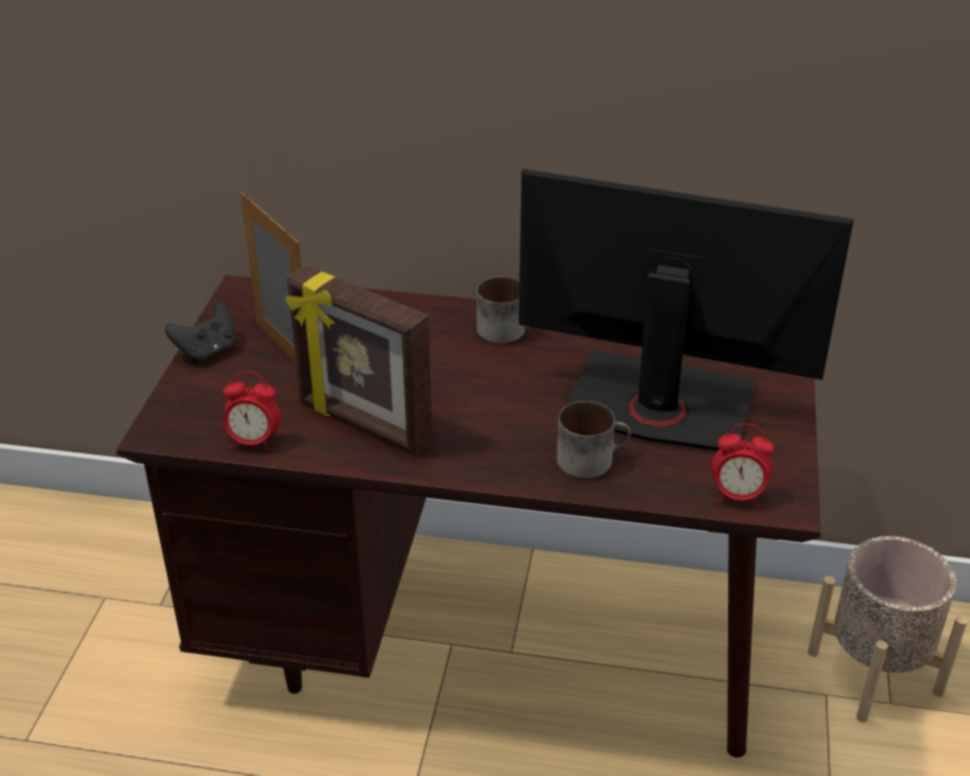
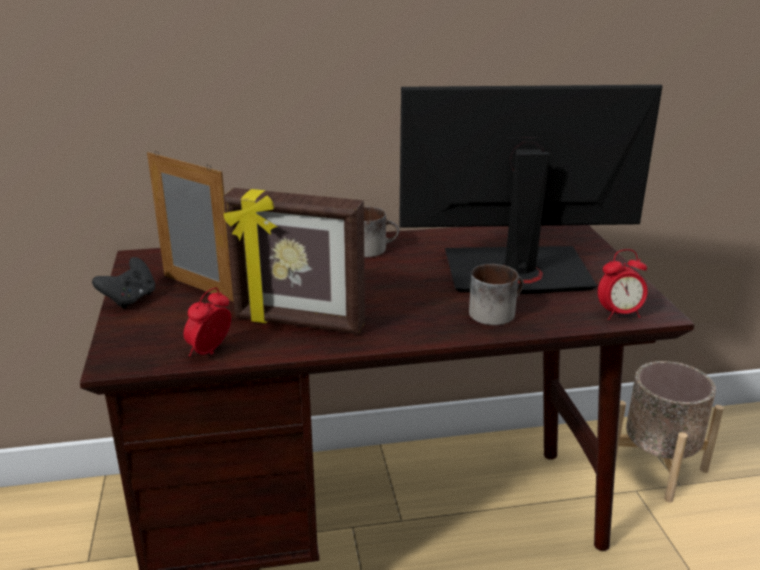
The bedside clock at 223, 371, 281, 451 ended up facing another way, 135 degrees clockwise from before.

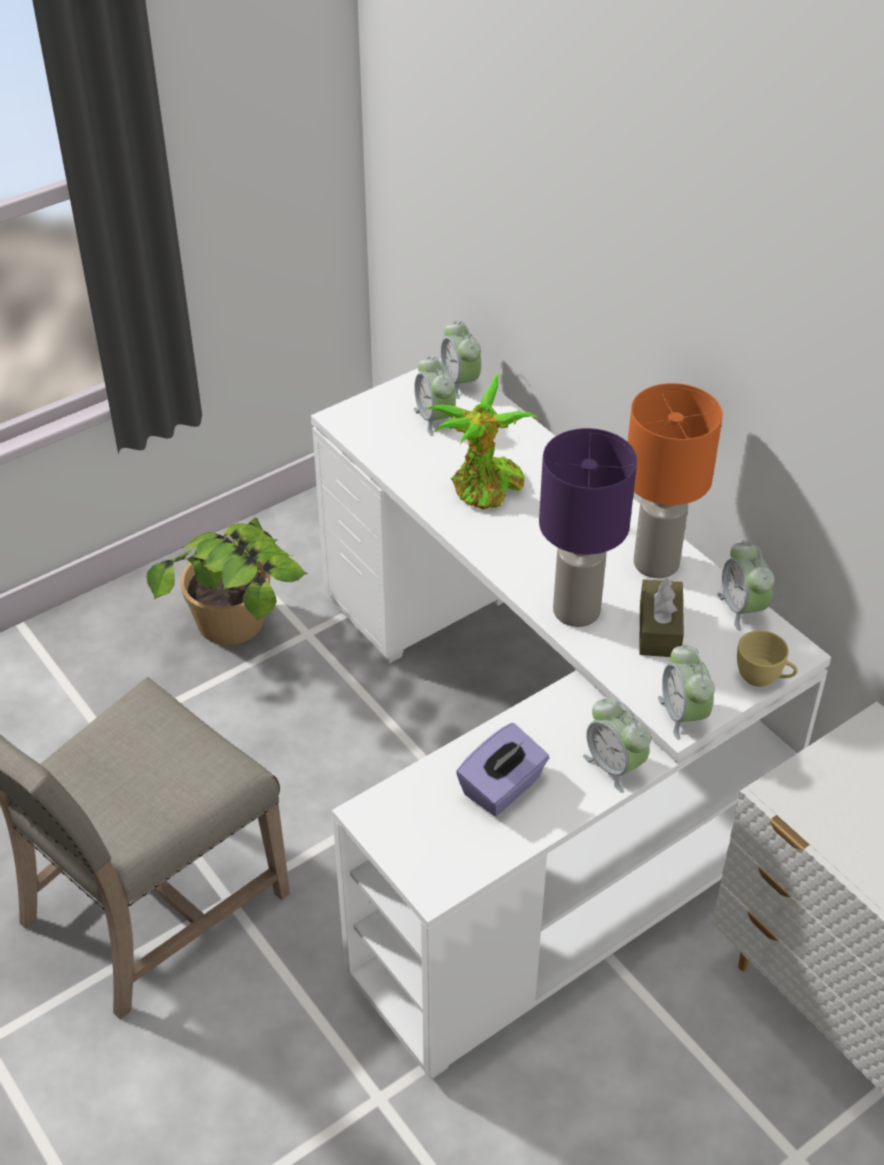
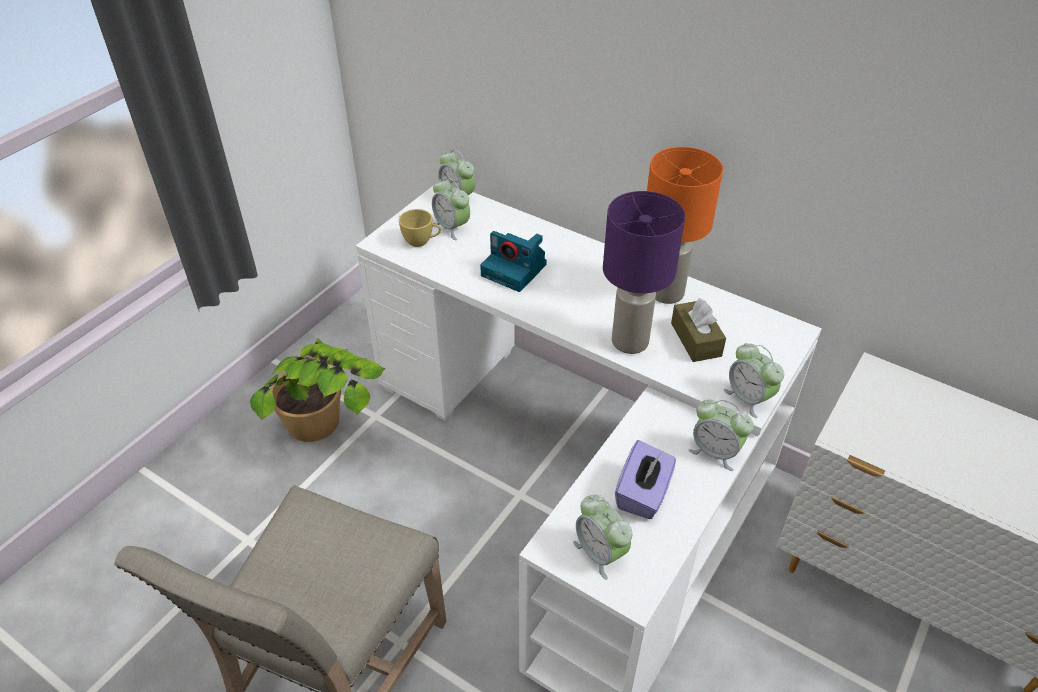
Where the potted plant stood at 426, 372, 537, 510, the photo camera came to stand at 480, 231, 547, 292.
The bedside clock ended up elsewhere, having gone from 717, 540, 774, 631 to 573, 495, 632, 580.
The yellowish cup ended up elsewhere, having gone from 737, 630, 798, 687 to 399, 209, 441, 247.

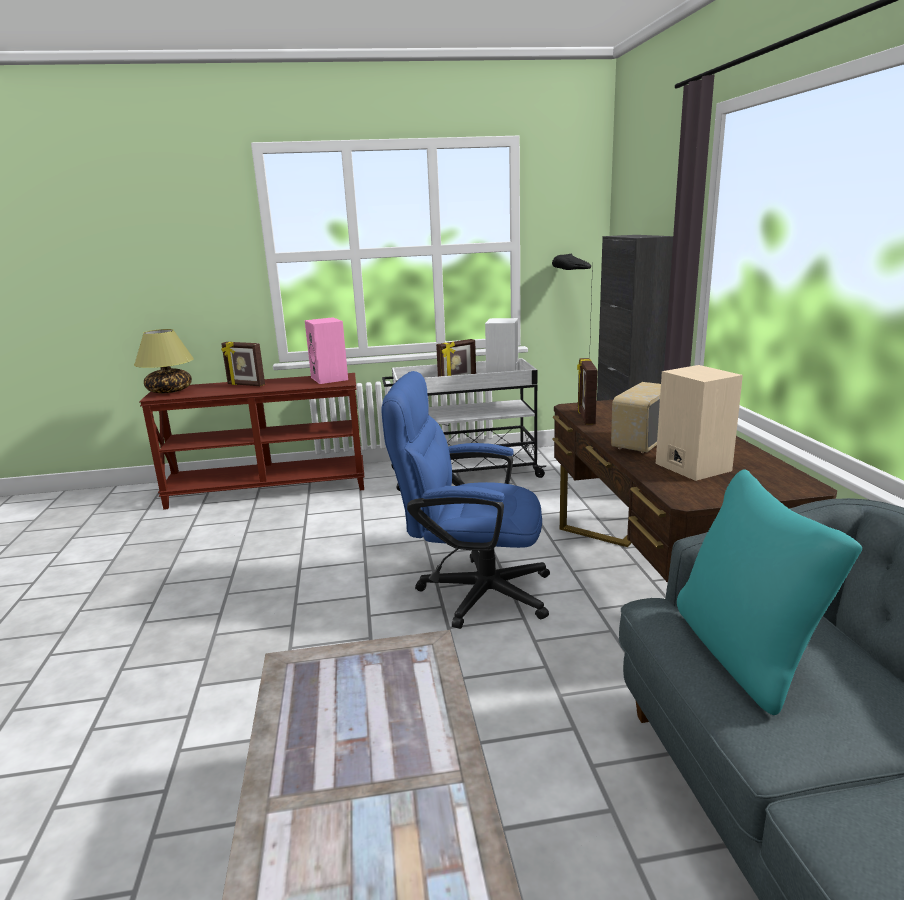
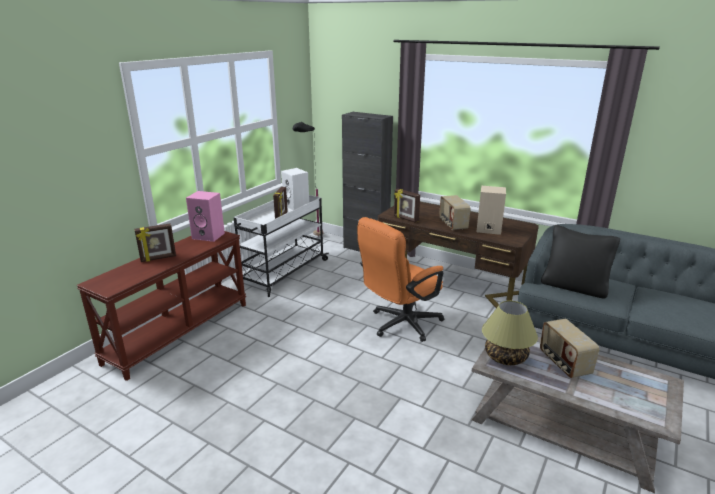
The tabletop lamp ended up elsewhere, having gone from 134, 329, 194, 393 to 482, 301, 538, 365.
What was the blue-coloured desk chair at 381, 371, 550, 629 turned into the orangey desk chair at 357, 217, 444, 342.
What was the blue-green pillow at 677, 469, 862, 715 turned into the black pillow at 541, 225, 620, 298.
The second view gained the radio receiver at 540, 319, 600, 378.

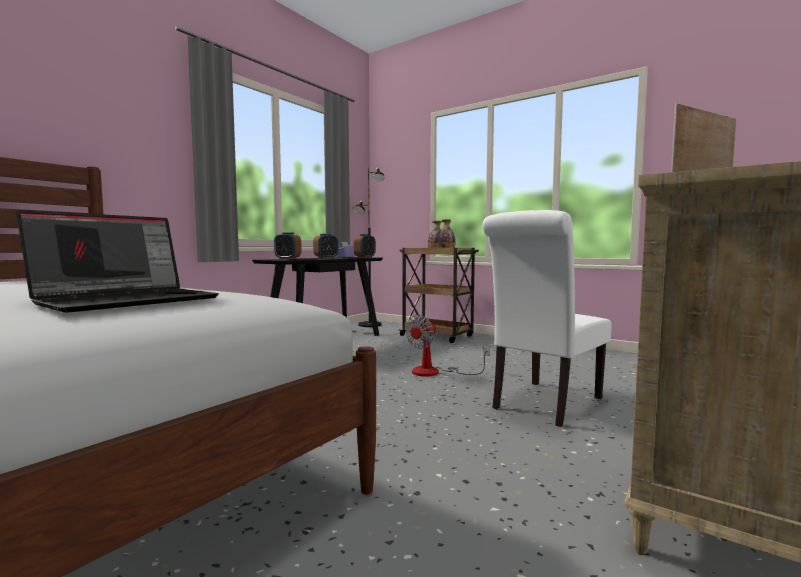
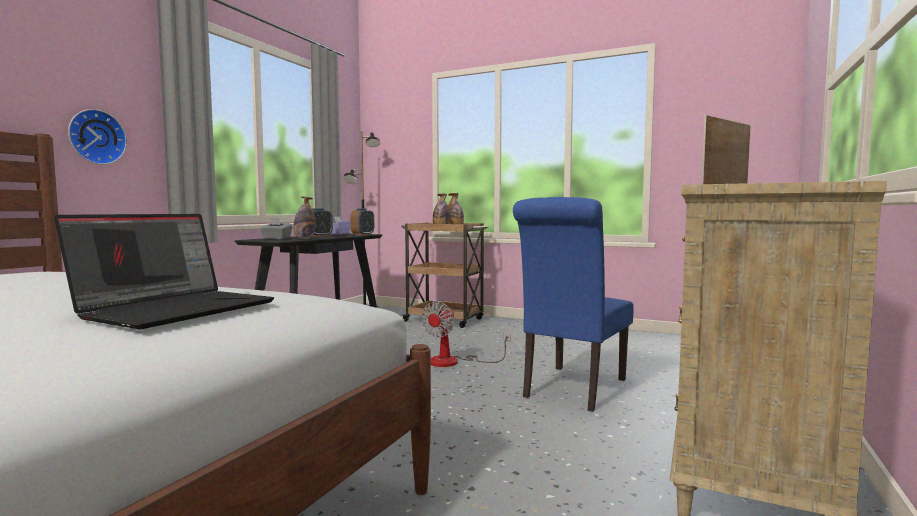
Where the bedside clock stood at 274, 232, 302, 259, the gray box of tissues came to stand at 260, 218, 292, 239.
What was the white-coloured plain chair at 482, 210, 612, 427 turned into the blue-coloured plain chair at 513, 197, 634, 412.
The second view gained the hanging clock at 68, 109, 127, 165.
The second view gained the beverage bottle at 293, 196, 316, 239.

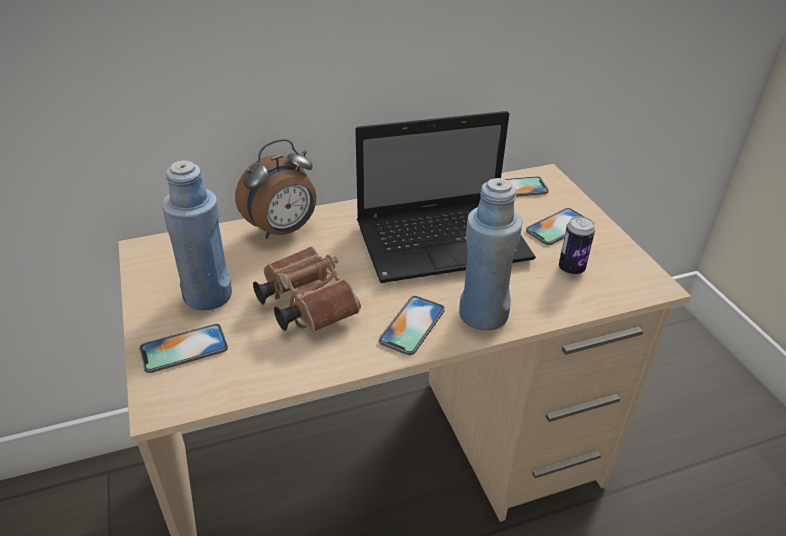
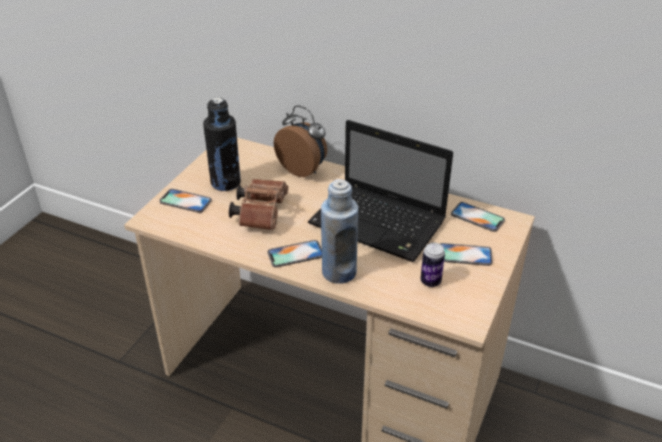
What was the blue-coloured beverage bottle at 162, 160, 232, 310 turned into the black beverage bottle at 203, 97, 241, 191.
The bedside clock at 235, 139, 317, 239 ended up facing another way, 150 degrees counterclockwise from before.

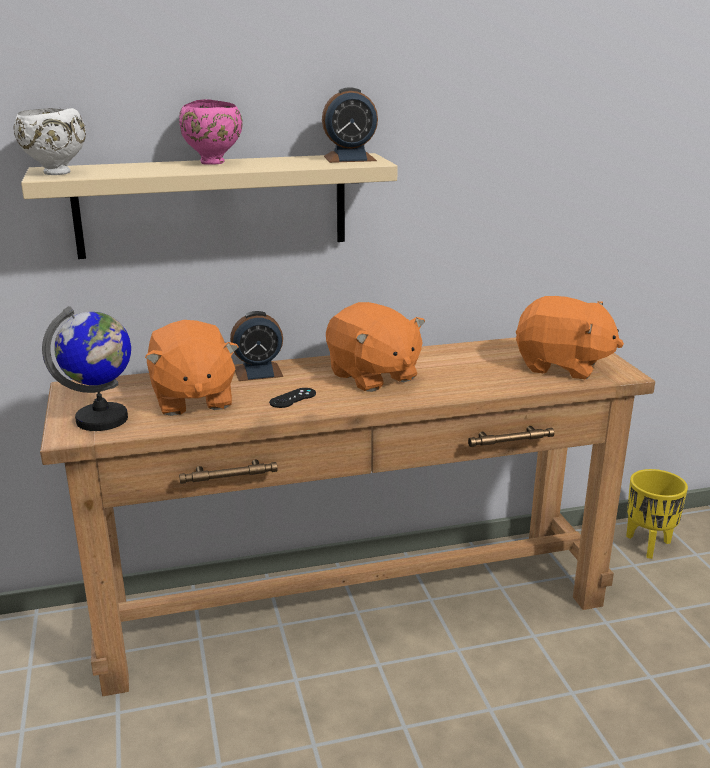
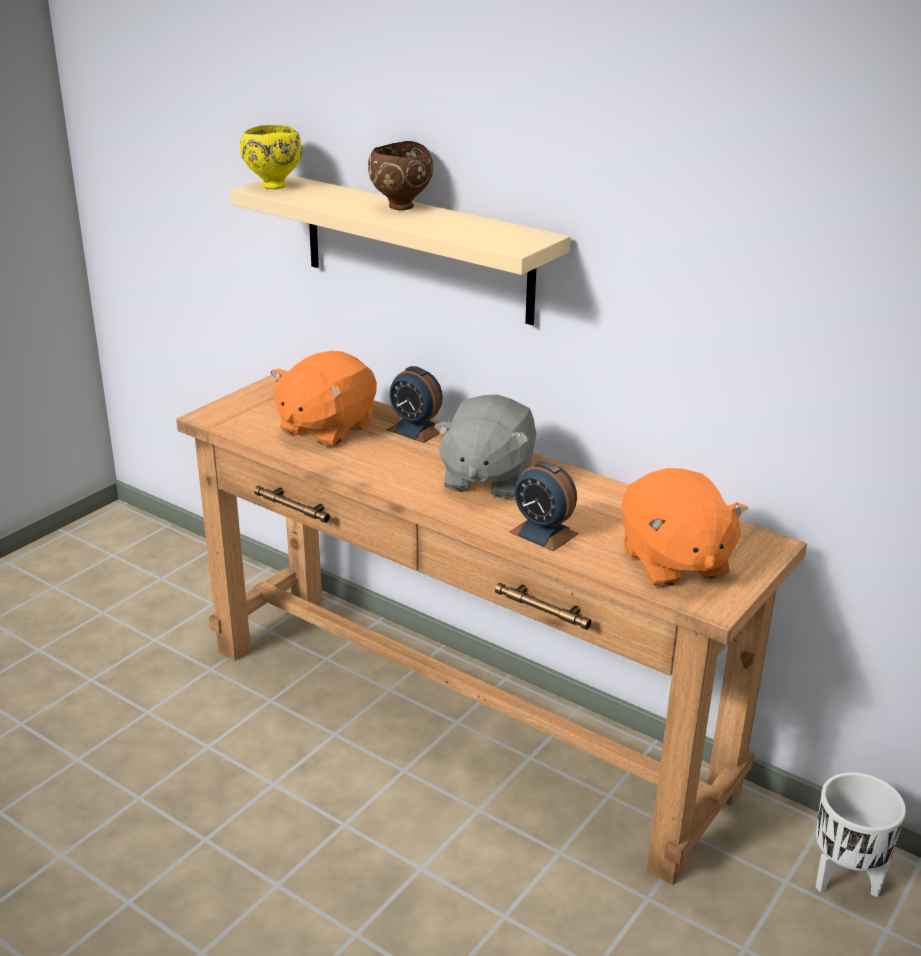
What was the white-coloured bowl at 14, 108, 86, 175 turned into the yellowish bowl at 240, 125, 302, 189.
The second view lost the world globe at 42, 306, 131, 431.
What was the pinkish bowl at 179, 99, 243, 165 turned into the brownish bowl at 368, 141, 433, 210.
The second view lost the black joypad at 269, 388, 316, 408.
The bedside clock ended up elsewhere, having gone from 322, 87, 378, 163 to 509, 461, 579, 551.
What was the orangey plush toy at 326, 302, 425, 392 turned into the gray plush toy at 434, 395, 536, 499.
What was the yellowish plant pot at 626, 469, 688, 559 turned into the white-coloured plant pot at 816, 772, 906, 897.

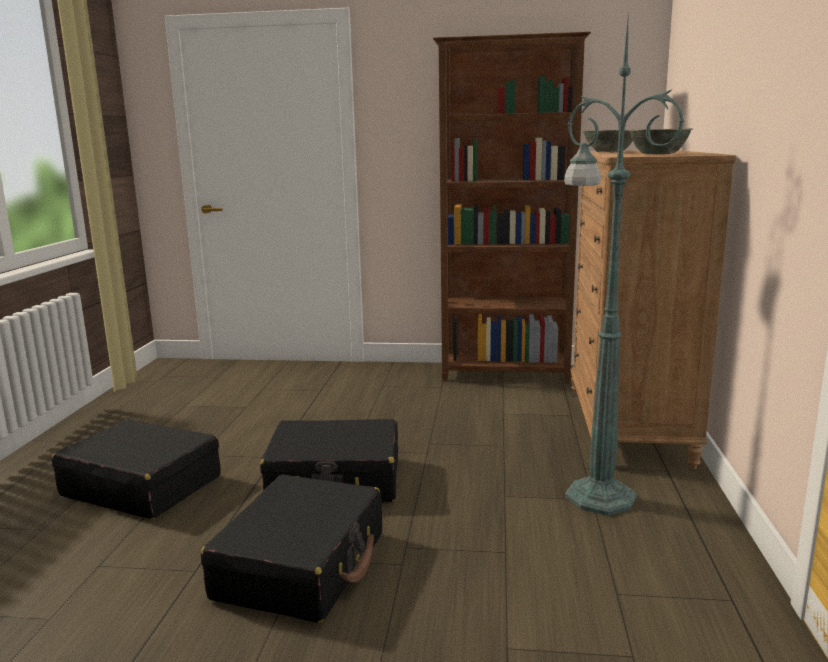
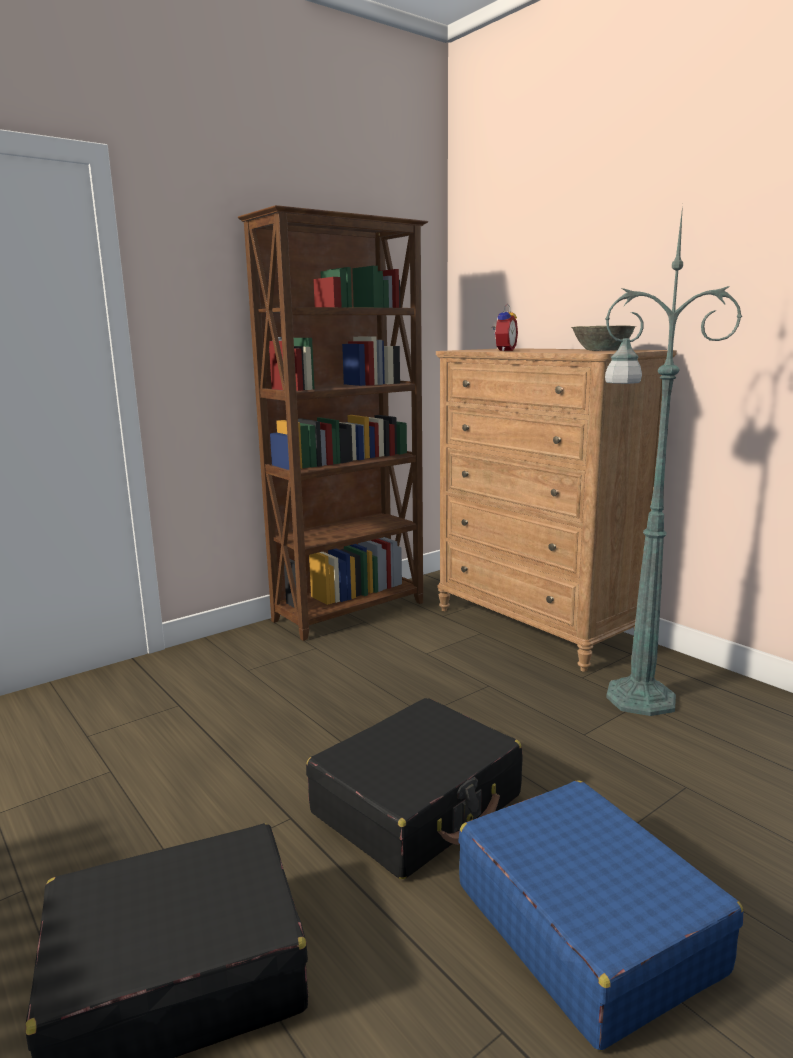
What was the black travel case at 201, 475, 382, 623 turned into the blue-coloured travel case at 458, 780, 744, 1051.
Where the gray bowl stood at 584, 130, 633, 152, the bedside clock came to stand at 492, 304, 518, 351.

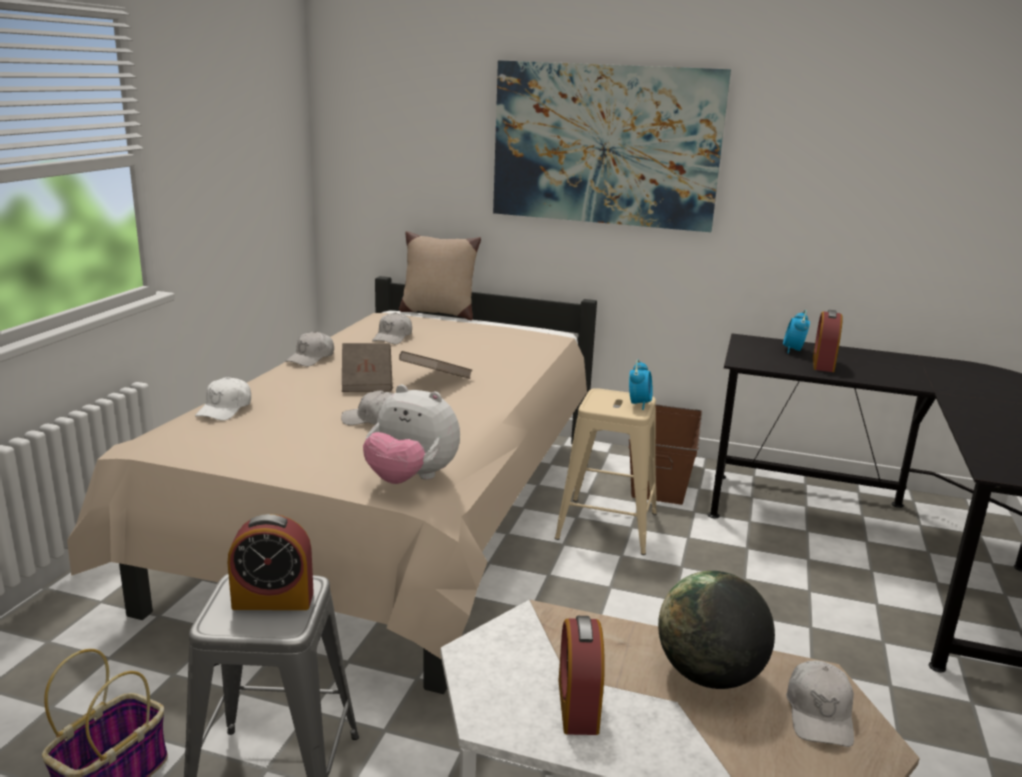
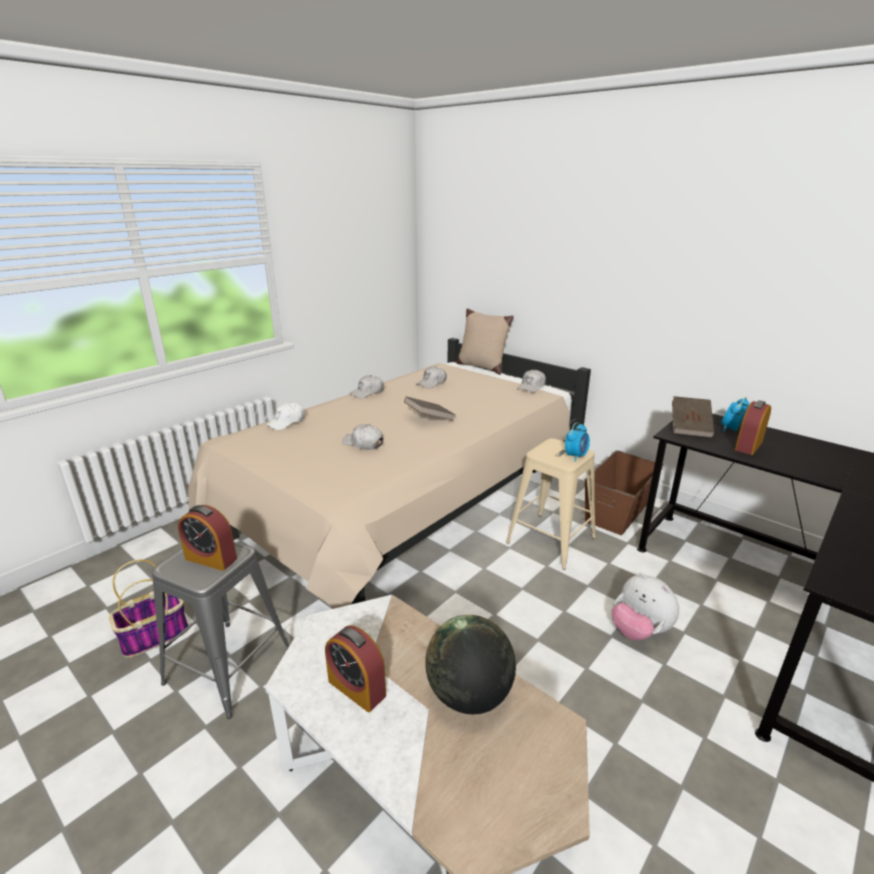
The brownish volume ended up elsewhere, having gone from 342, 343, 393, 392 to 672, 396, 714, 438.
The plush toy ended up elsewhere, having gone from 363, 385, 460, 484 to 612, 573, 679, 640.
The second view lost the wall picture at 493, 60, 731, 232.
The bedside clock at 558, 616, 605, 735 ended up facing another way, 75 degrees counterclockwise from before.
The white-coloured cap ended up elsewhere, having gone from 786, 660, 854, 747 to 517, 370, 546, 393.

